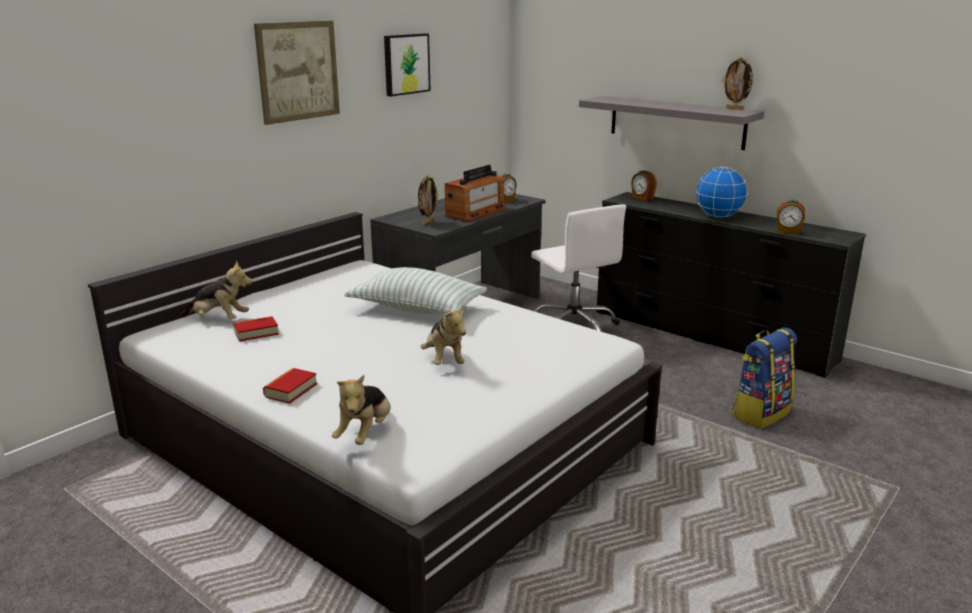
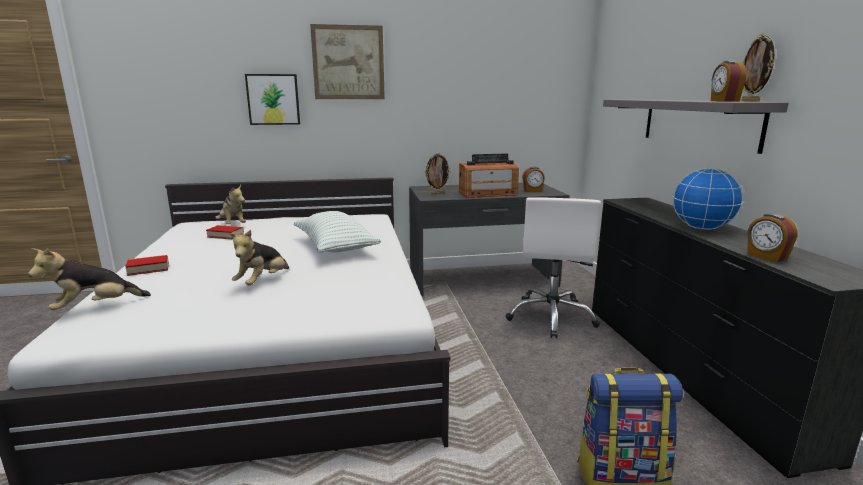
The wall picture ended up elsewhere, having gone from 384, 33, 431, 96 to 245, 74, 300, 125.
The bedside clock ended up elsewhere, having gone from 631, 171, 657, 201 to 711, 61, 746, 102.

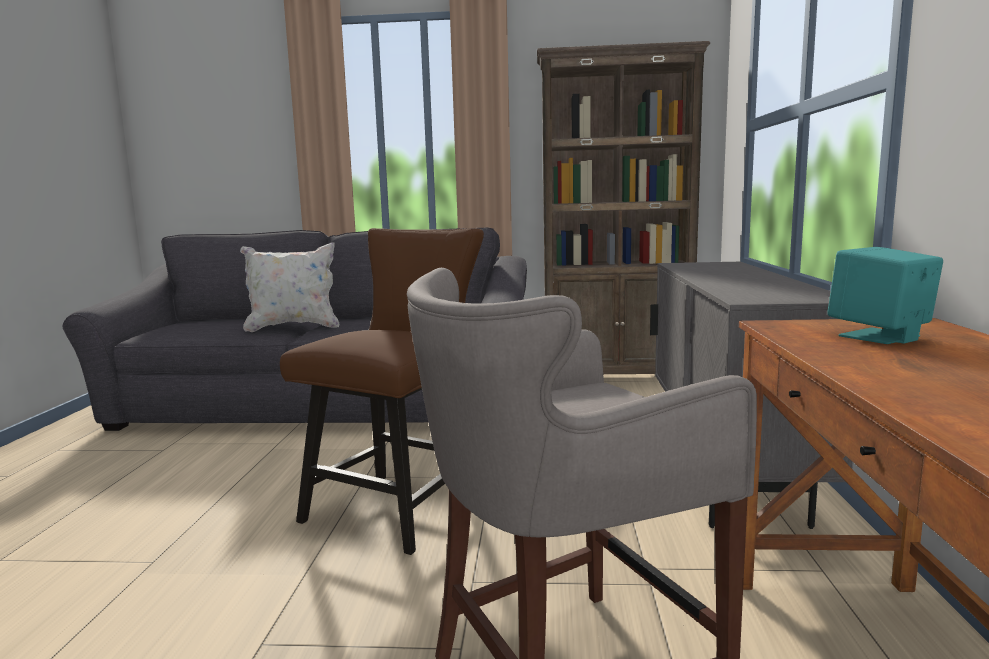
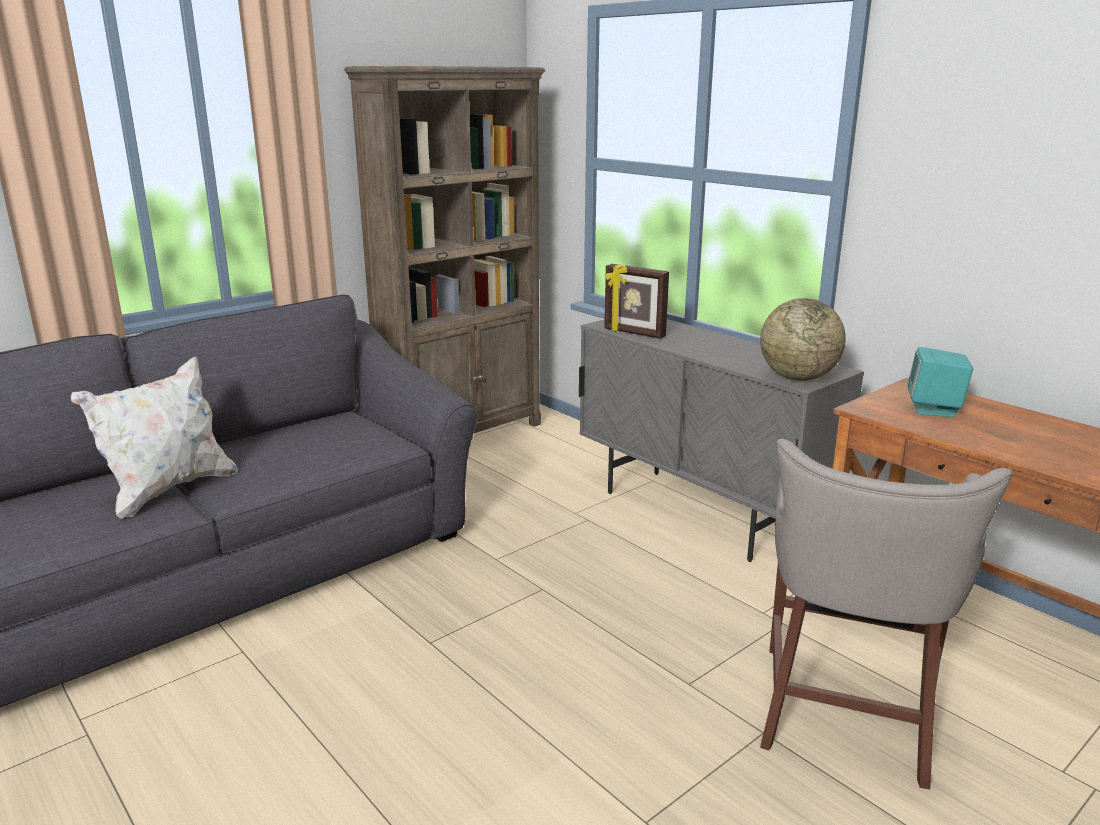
The second view lost the brownish plain chair at 280, 228, 484, 555.
The second view gained the standing frame at 604, 264, 669, 339.
The second view gained the world globe at 760, 298, 846, 381.

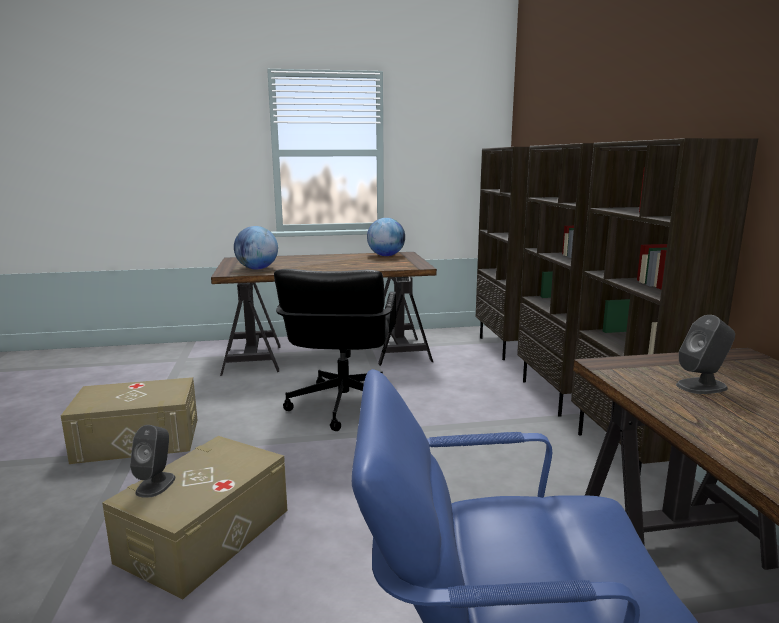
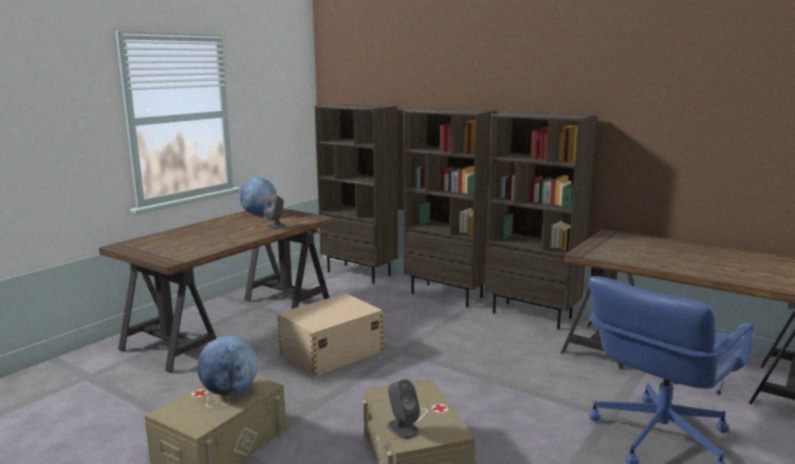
The world globe ended up elsewhere, having gone from 234, 226, 278, 270 to 197, 336, 258, 396.
Where the black desk chair stood at 274, 269, 396, 431, the sand-coloured storage bin came to stand at 277, 293, 383, 377.
The gray audio speaker ended up elsewhere, having gone from 676, 315, 735, 394 to 264, 194, 286, 229.

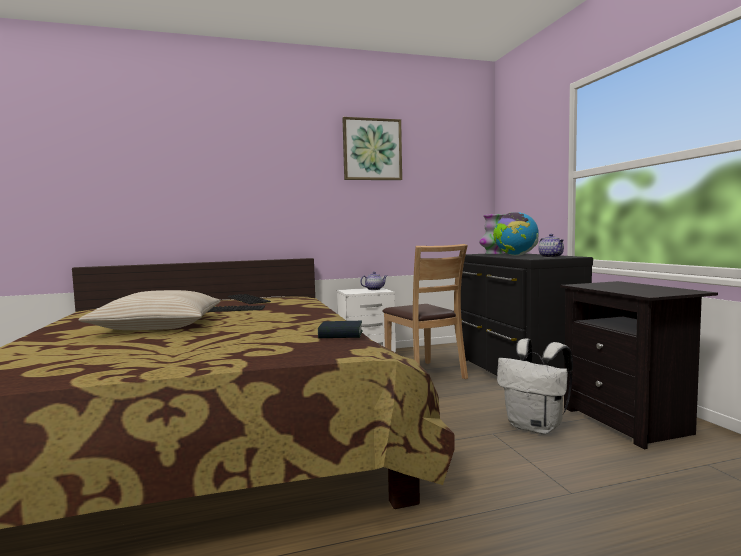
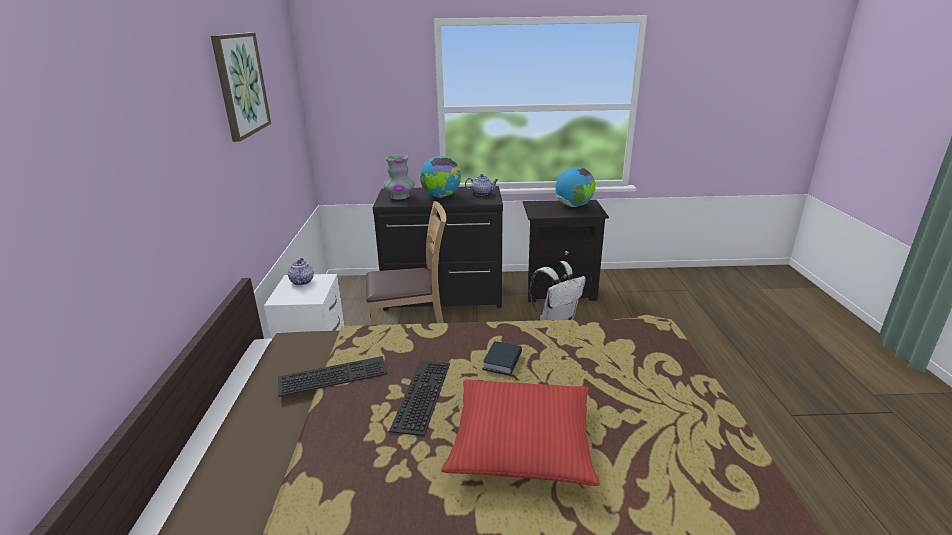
What was the sand-coloured pillow at 78, 290, 220, 330 turned into the reddish pillow at 441, 380, 600, 486.
The volume ended up elsewhere, having gone from 318, 321, 363, 338 to 482, 341, 522, 376.
The second view gained the world globe at 555, 167, 596, 207.

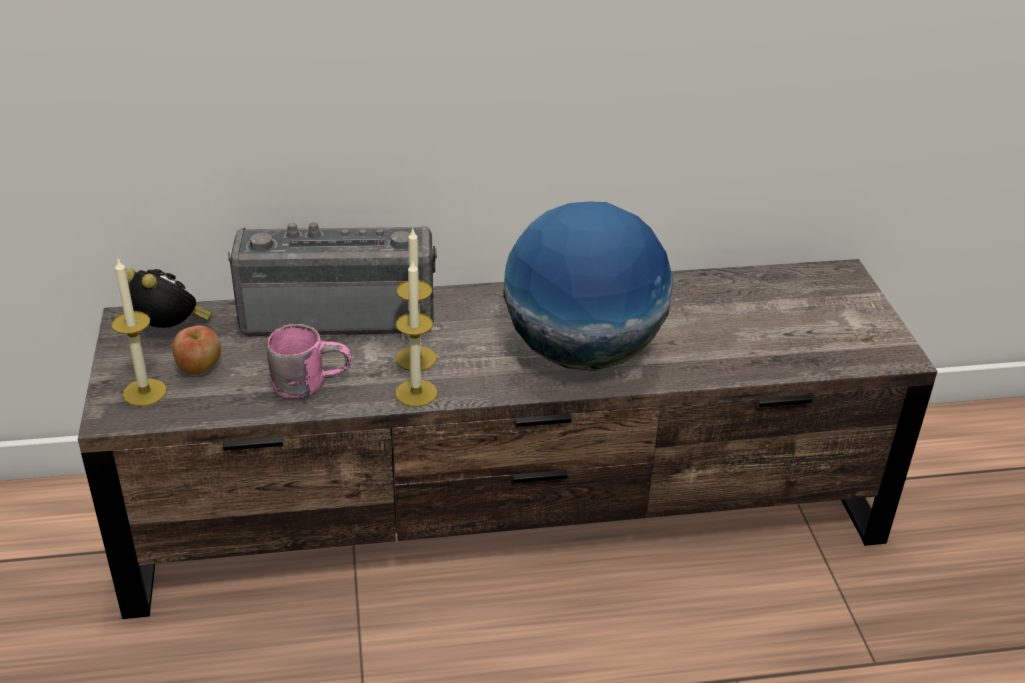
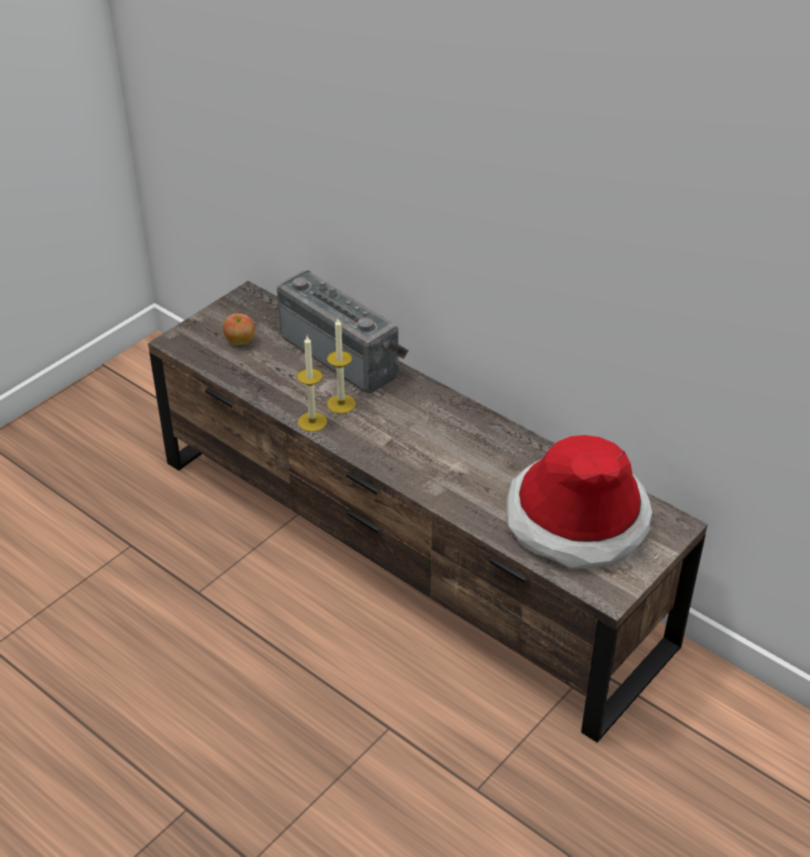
The second view lost the wax light at 111, 259, 167, 406.
The second view lost the bedside clock at 126, 269, 212, 328.
The second view lost the pinkish tea mug at 266, 324, 352, 398.
The second view lost the world globe at 503, 201, 673, 371.
The second view gained the clothing hat at 507, 435, 652, 569.

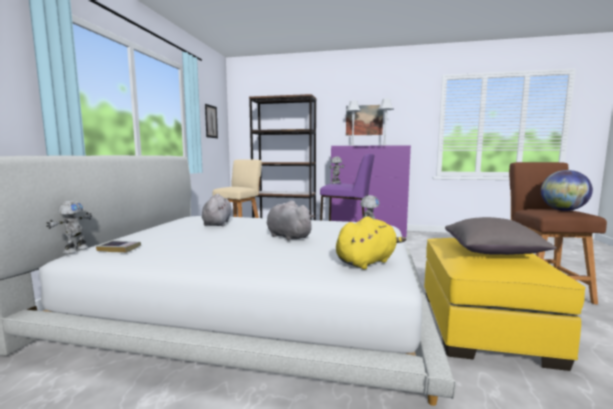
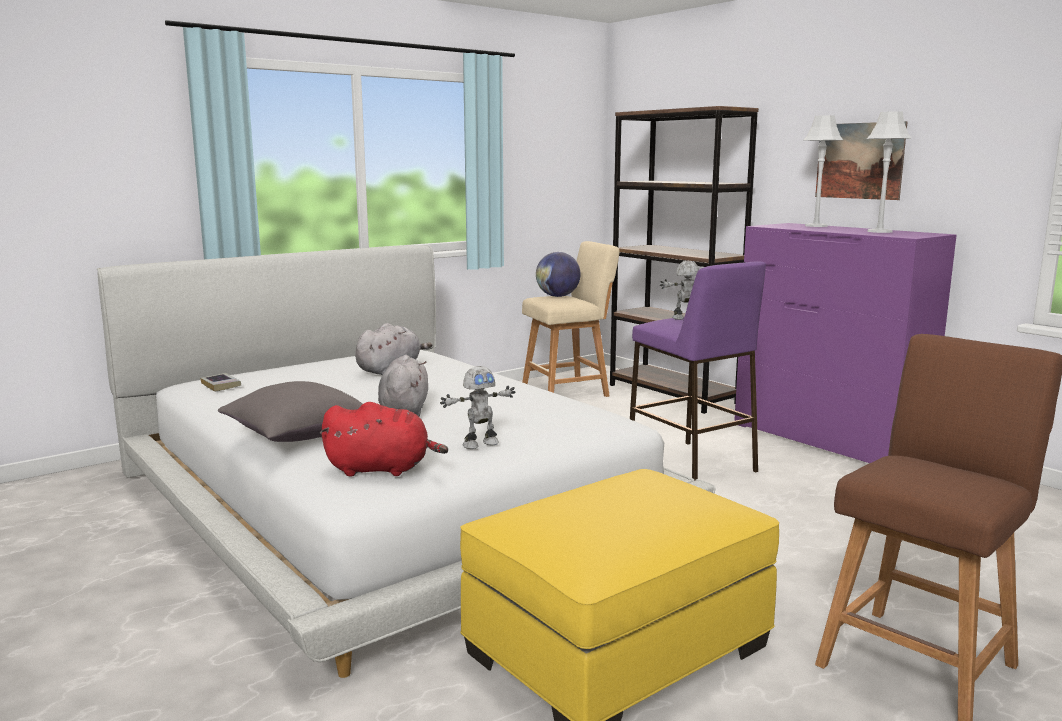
The second view lost the toy robot at 46, 200, 92, 254.
The second view lost the wall picture at 205, 104, 218, 138.
What was the yellowish plush toy at 336, 216, 406, 269 turned into the reddish plush toy at 319, 402, 448, 477.
The gray pillow ended up elsewhere, having gone from 445, 217, 557, 255 to 218, 381, 362, 442.
The world globe ended up elsewhere, having gone from 541, 170, 593, 211 to 536, 252, 581, 297.

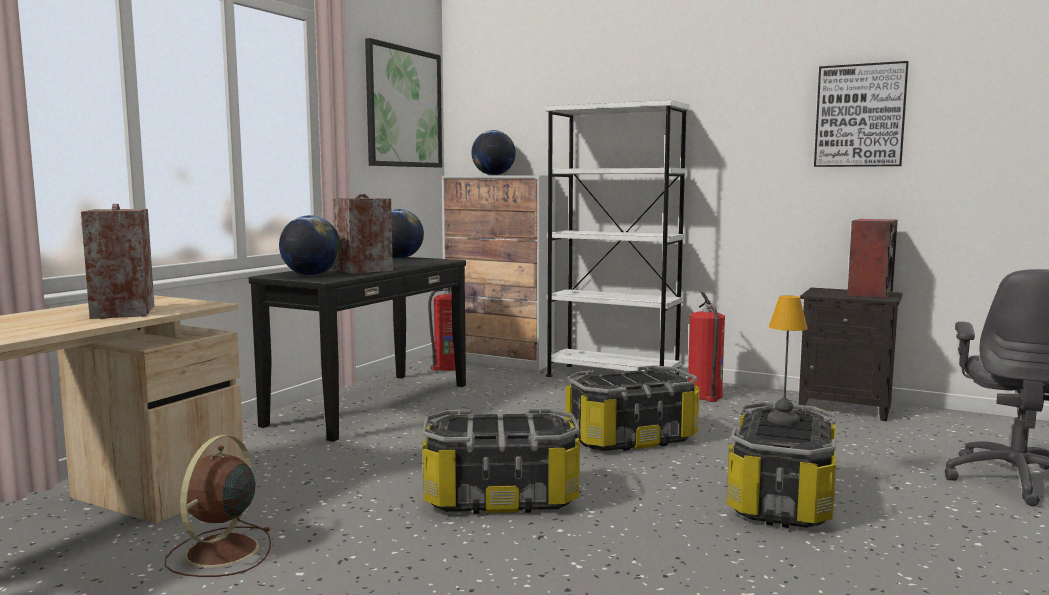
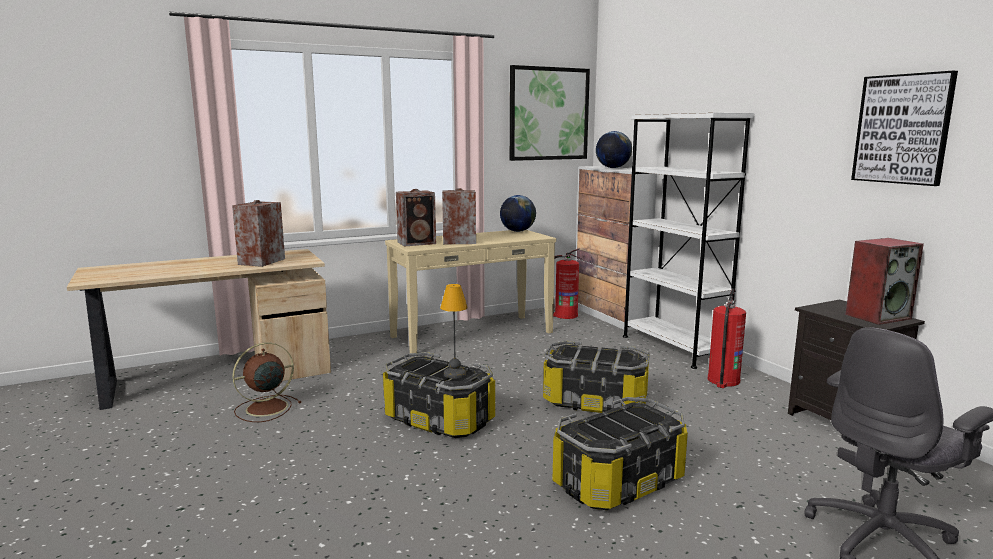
What was the black narrow table at 249, 257, 466, 442 turned into the sand-coloured narrow table at 385, 230, 556, 353.
Where the world globe stood at 279, 215, 341, 276, the audio speaker came to stand at 396, 189, 436, 247.
The tabletop lamp ended up elsewhere, having gone from 767, 295, 808, 425 to 440, 284, 468, 379.

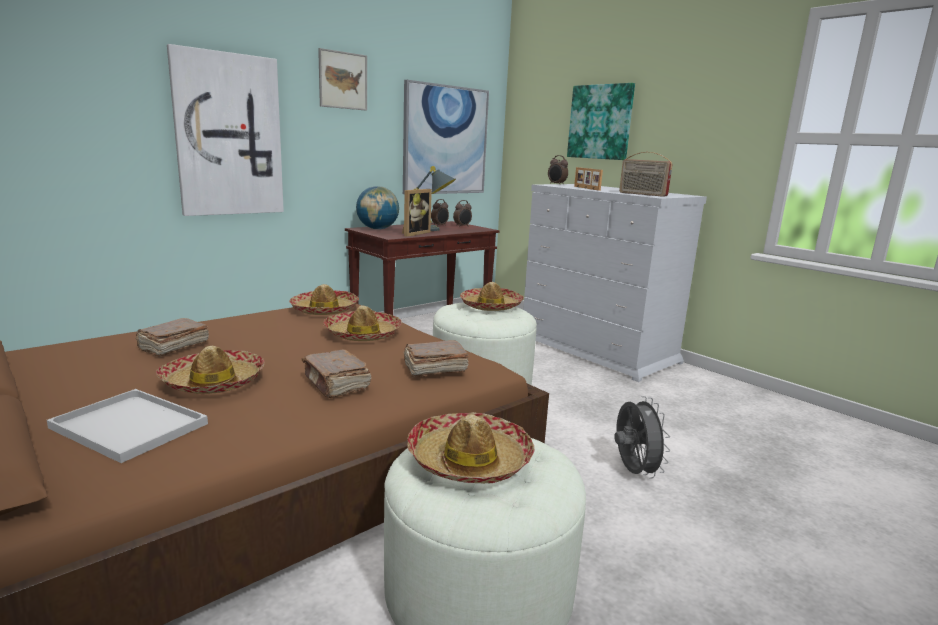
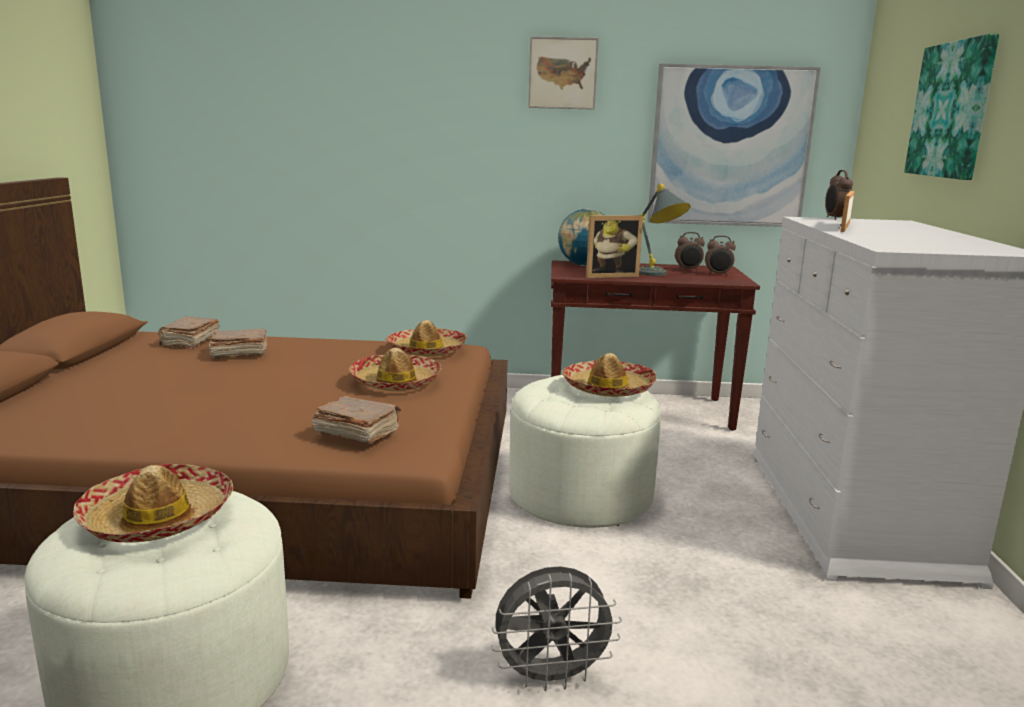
The second view lost the white-coloured tray at 47, 389, 208, 463.
The second view lost the clothing hat at 156, 346, 265, 394.
The second view lost the wall picture at 167, 44, 284, 216.
The brownish volume ended up elsewhere, having gone from 302, 349, 371, 398 to 158, 316, 220, 349.
The gray electric fan at 614, 396, 670, 479 ended up facing another way, 45 degrees clockwise from before.
The second view lost the radio receiver at 619, 152, 673, 197.

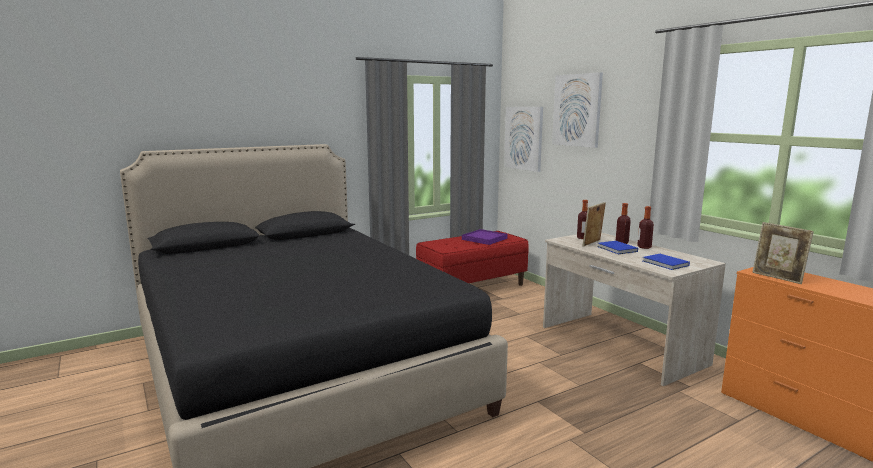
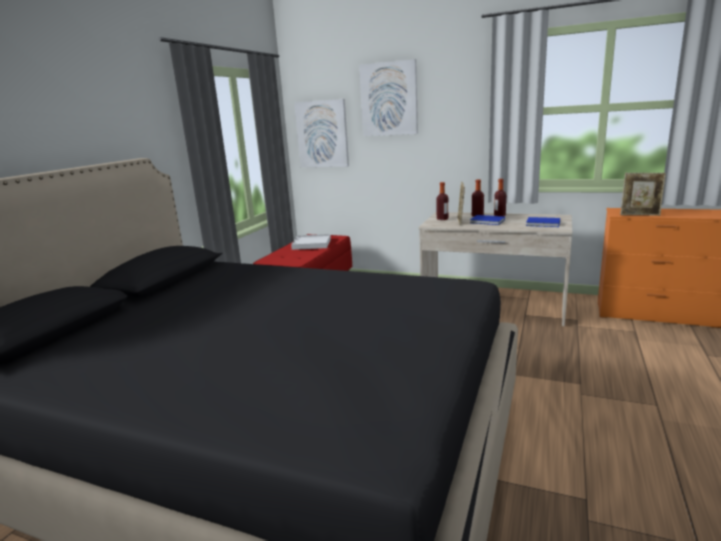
What was the purple-coloured tray at 462, 229, 507, 245 turned into the white-coloured tray at 291, 234, 331, 250.

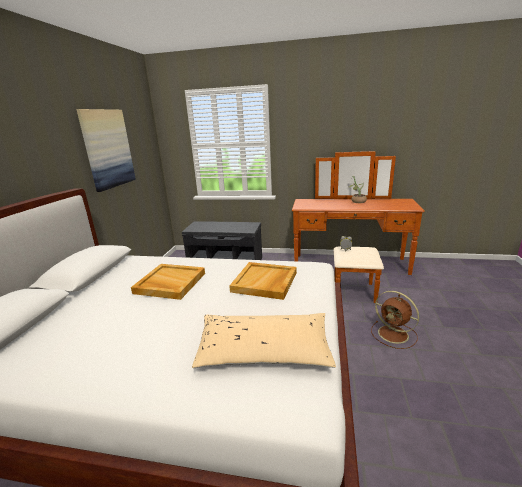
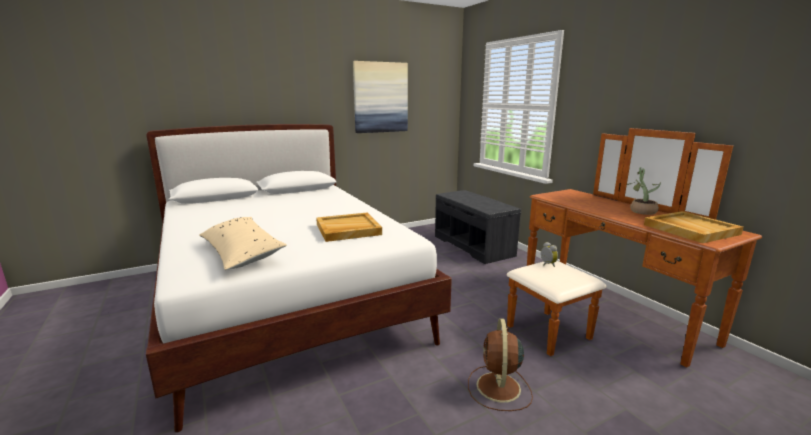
The sand-coloured tray ended up elsewhere, having gone from 131, 264, 205, 300 to 644, 211, 743, 243.

